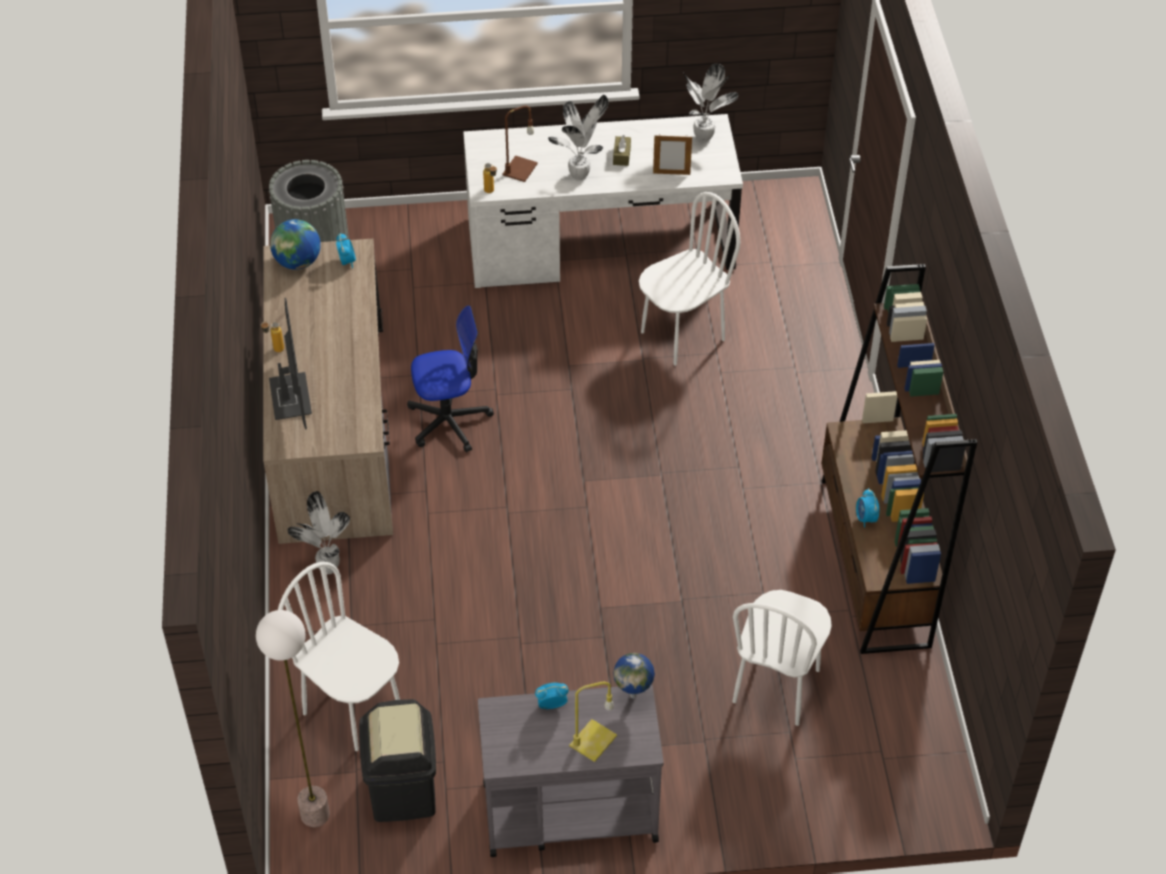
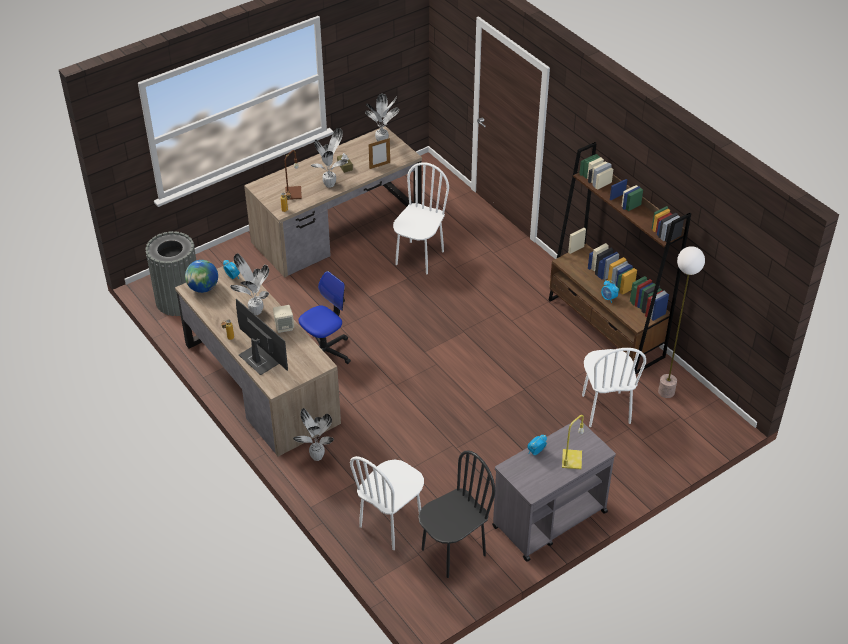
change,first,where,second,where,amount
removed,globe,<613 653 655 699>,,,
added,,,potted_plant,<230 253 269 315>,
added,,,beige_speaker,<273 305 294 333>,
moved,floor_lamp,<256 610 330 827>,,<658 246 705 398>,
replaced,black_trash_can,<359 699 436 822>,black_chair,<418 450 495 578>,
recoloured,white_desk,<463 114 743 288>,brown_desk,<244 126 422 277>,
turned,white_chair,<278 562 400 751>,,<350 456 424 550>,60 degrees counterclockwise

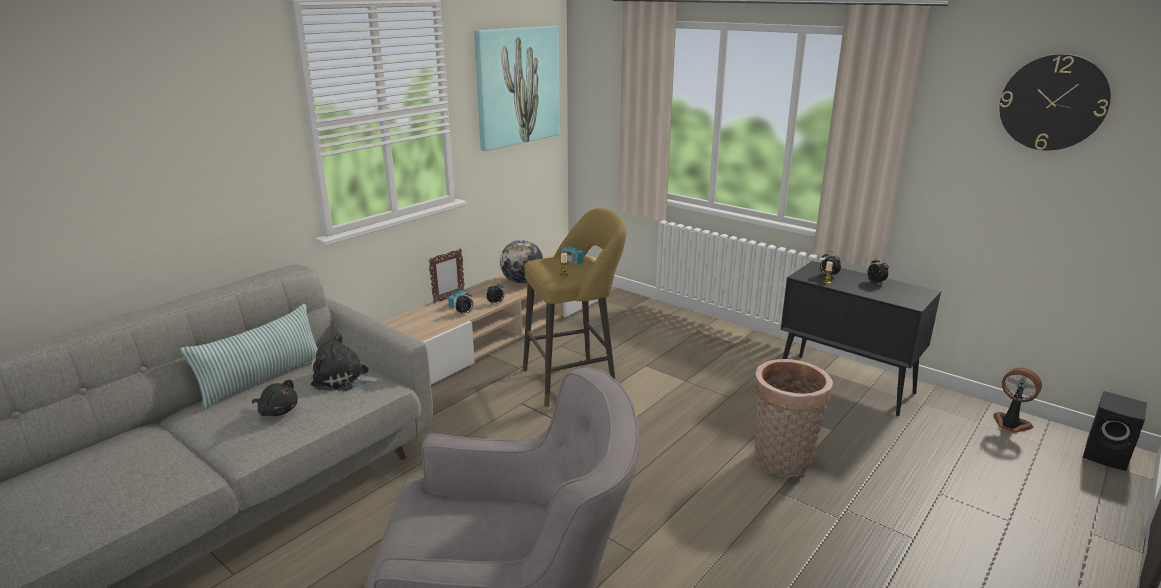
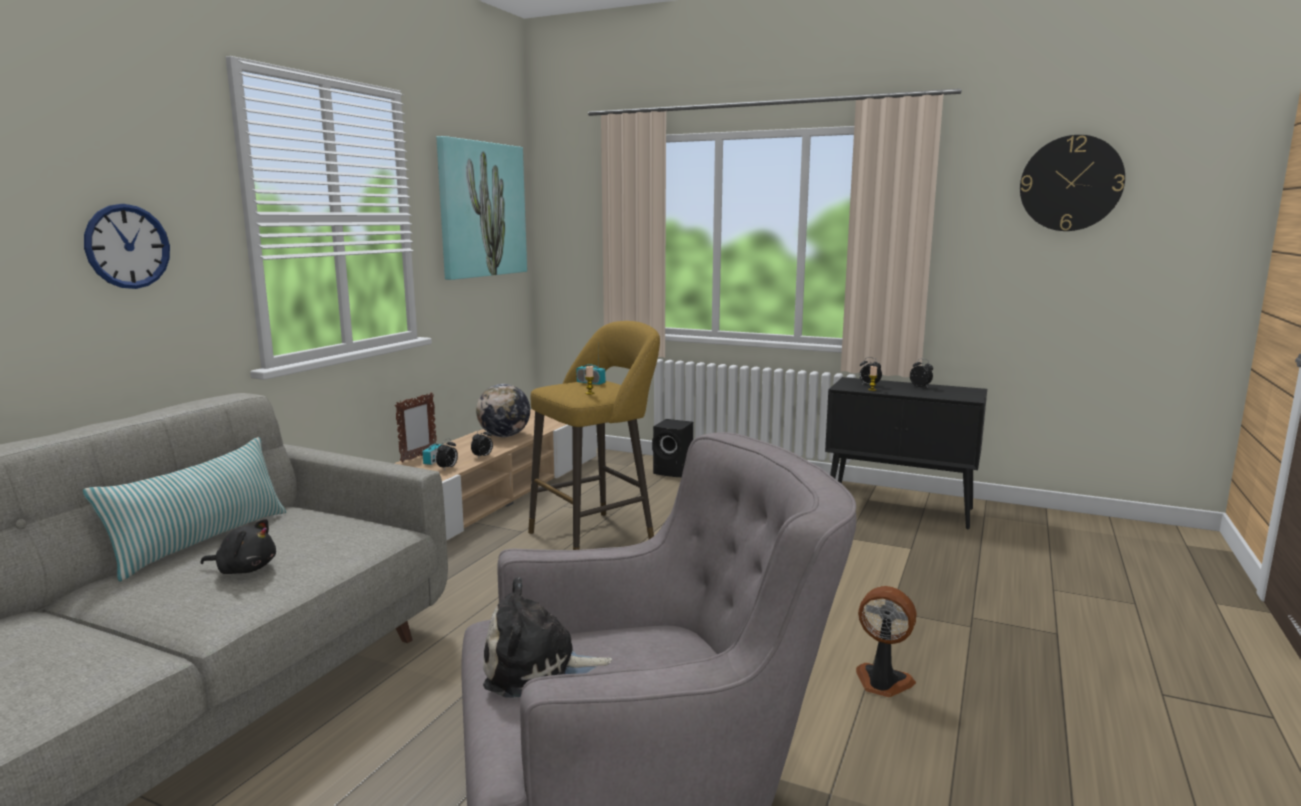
change,first,where,second,where,amount
removed,basket,<754 359 833 477>,,,
added,,,wall_clock,<84 204 170 289>,
moved,plush_toy,<311 332 382 391>,,<483 577 612 698>,
moved,fan,<993 367 1042 433>,,<856 586 917 697>,
moved,black_speaker,<1083 391 1147 471>,,<652 419 693 477>,

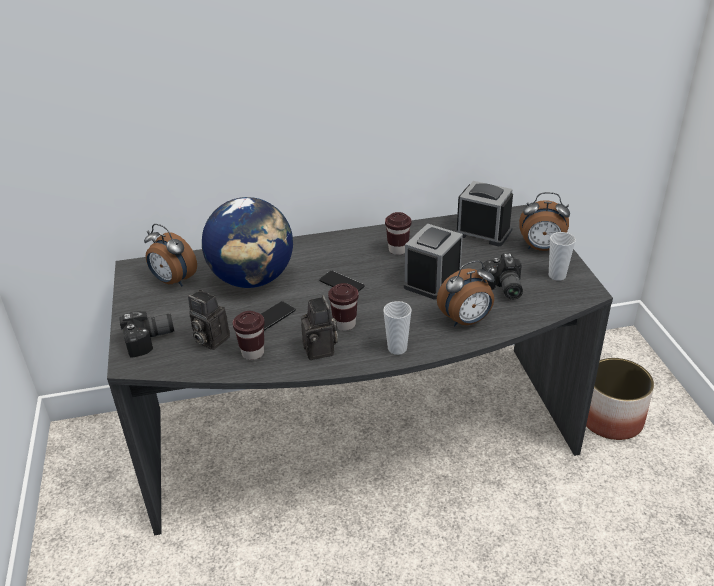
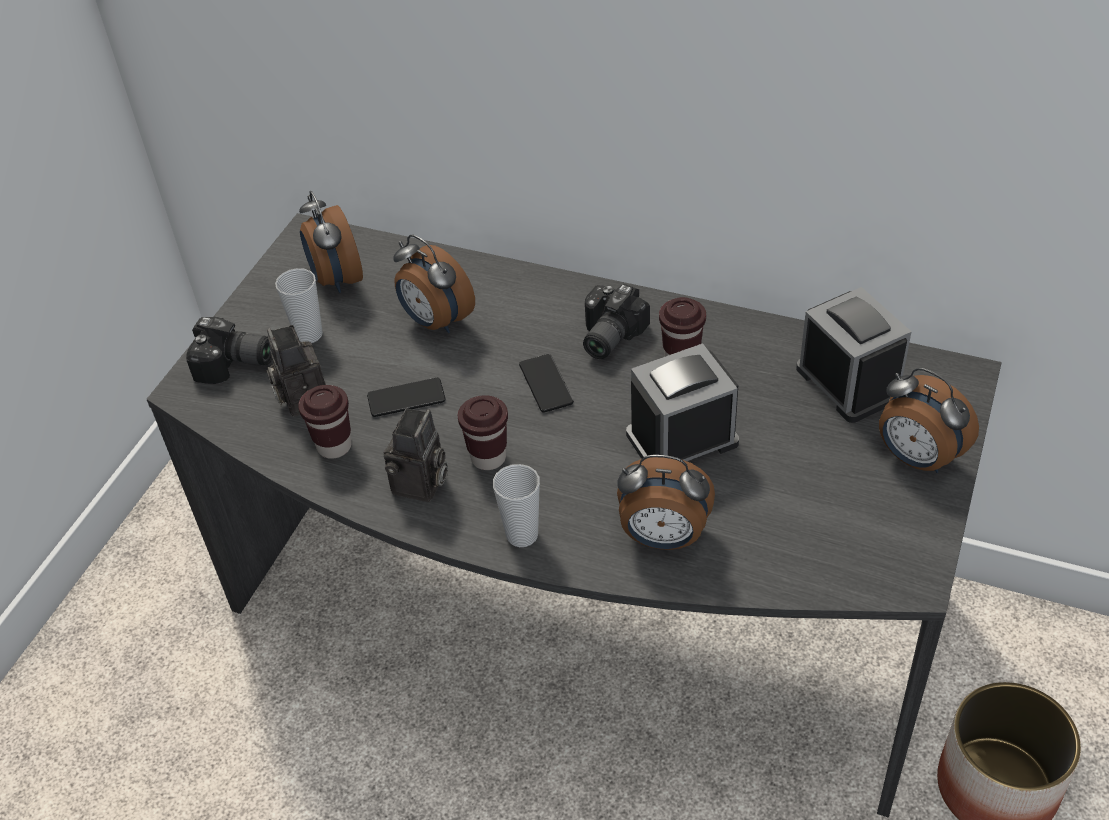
change,first,where,second,where,amount
moved,photo_camera,<482 253 523 300>,,<583 284 650 359>,
moved,cup,<549 232 576 281>,,<275 268 323 343>,
replaced,globe,<202 197 293 288>,alarm_clock,<393 235 475 333>,

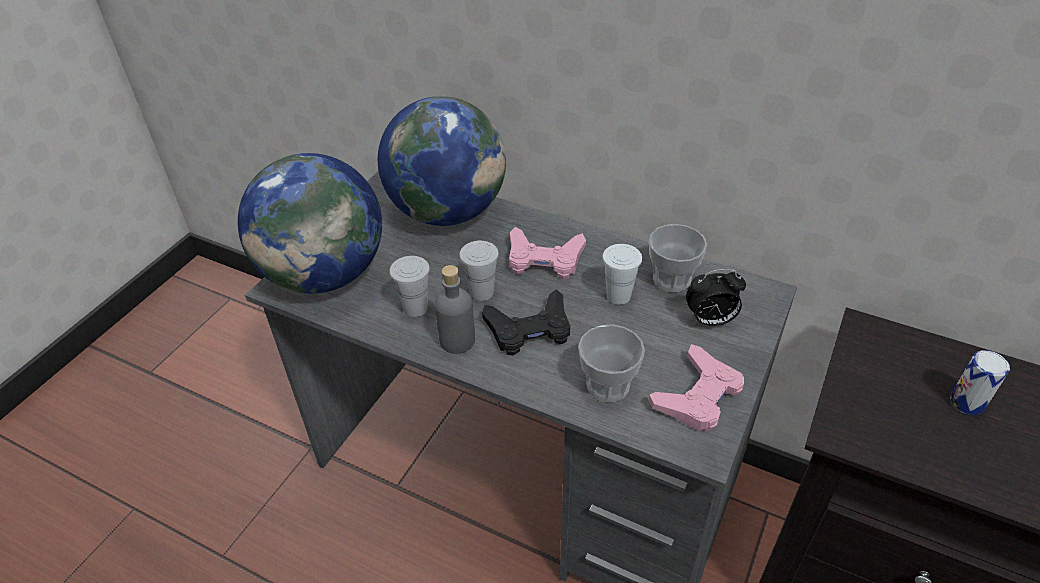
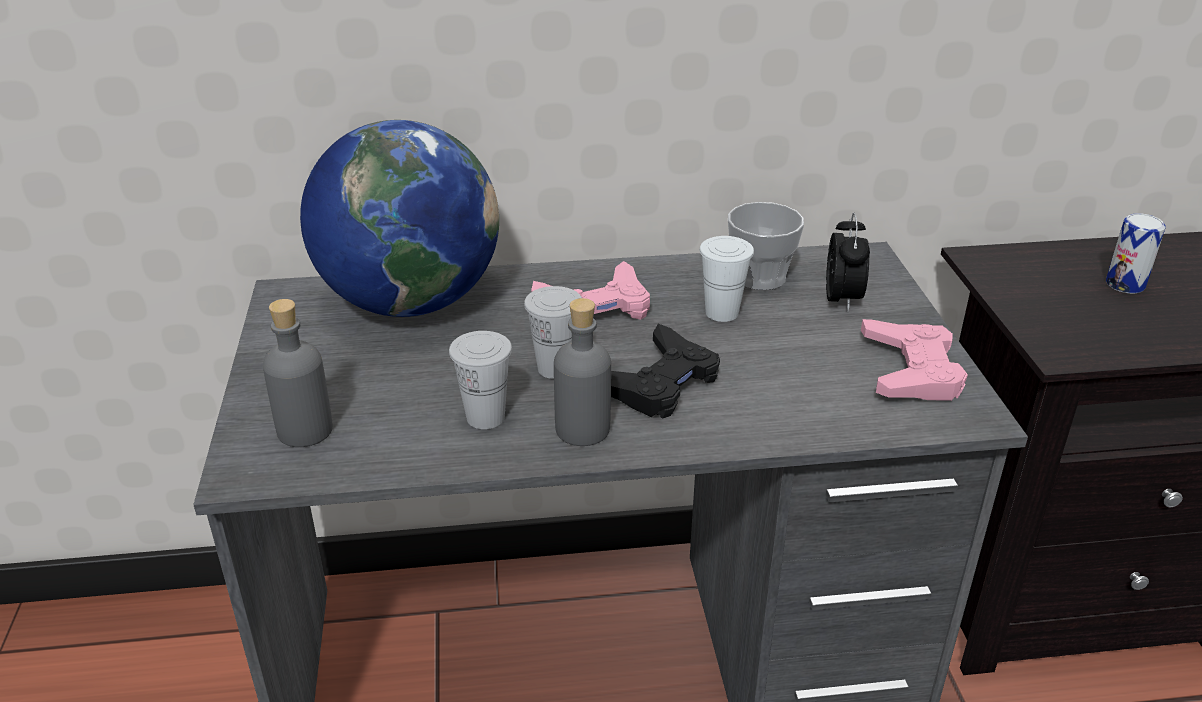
change,first,where,second,where,amount
removed,cup,<578 324 645 402>,,,
replaced,globe,<238 153 382 293>,grey_bottle,<263 299 333 447>,
turned,alarm_clock,<686 269 746 326>,,<826 212 870 312>,45 degrees counterclockwise

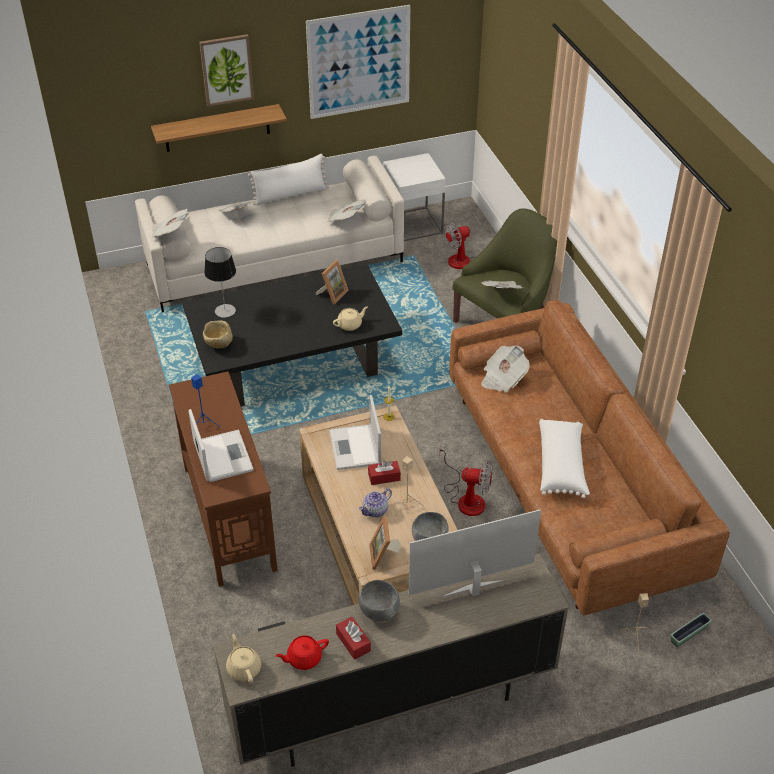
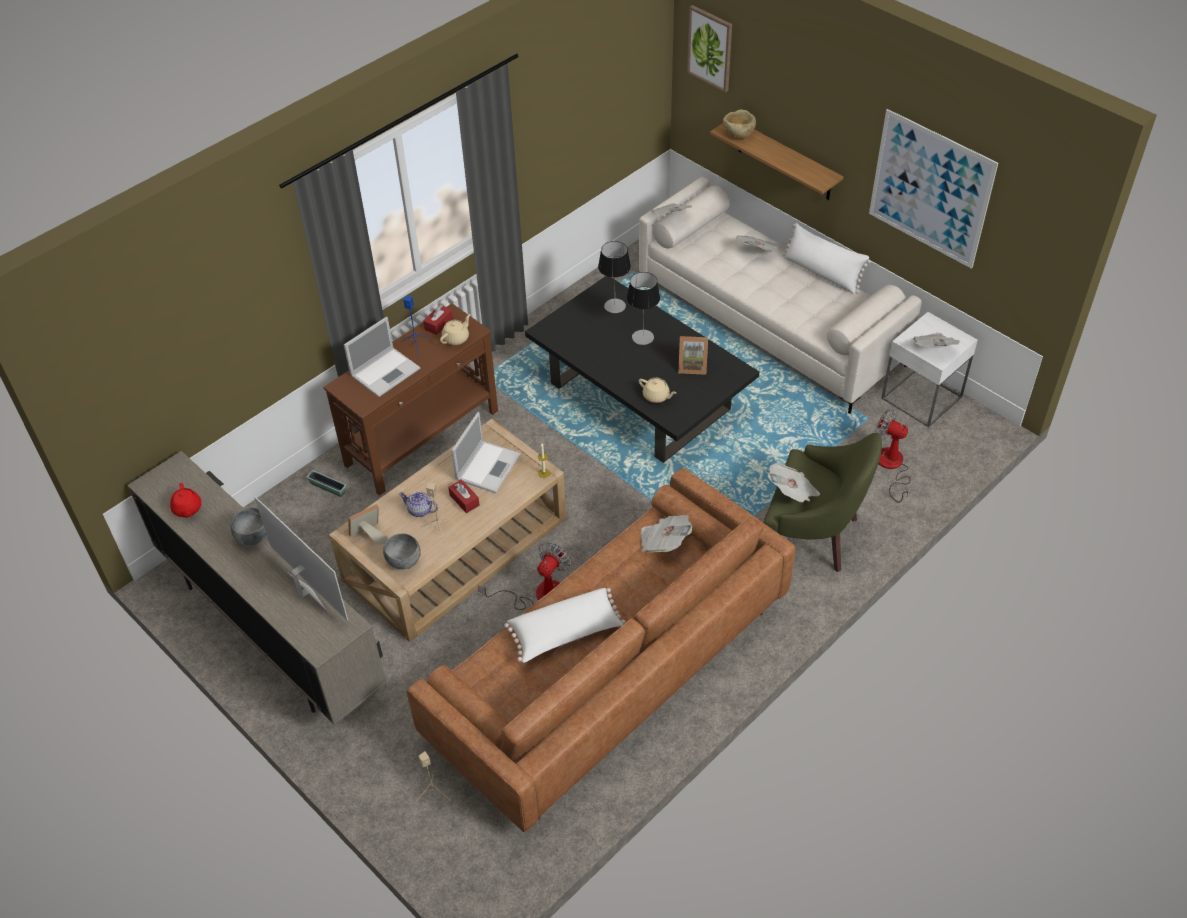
change,first,where,second,where,amount
added,,,table_lamp,<627 272 660 345>,
moved,picture,<199 34 254 107>,,<687 5 732 92>,
moved,beige_bowl,<203 320 233 349>,,<723 109 756 139>,
moved,beige_teapot,<226 634 261 683>,,<440 314 471 345>,
moved,newspaper,<327 200 365 222>,,<913 333 960 348>,
moved,red_tissue_box,<336 617 371 660>,,<423 305 453 335>,
moved,planter,<670 613 712 647>,,<307 470 346 497>,
turned,red_teapot,<275 635 329 670>,,<170 483 201 518>,150 degrees counterclockwise
turned,laptop,<329 395 381 470>,,<451 412 521 493>,150 degrees clockwise
turned,fan,<439 444 492 516>,,<478 542 571 610>,135 degrees counterclockwise

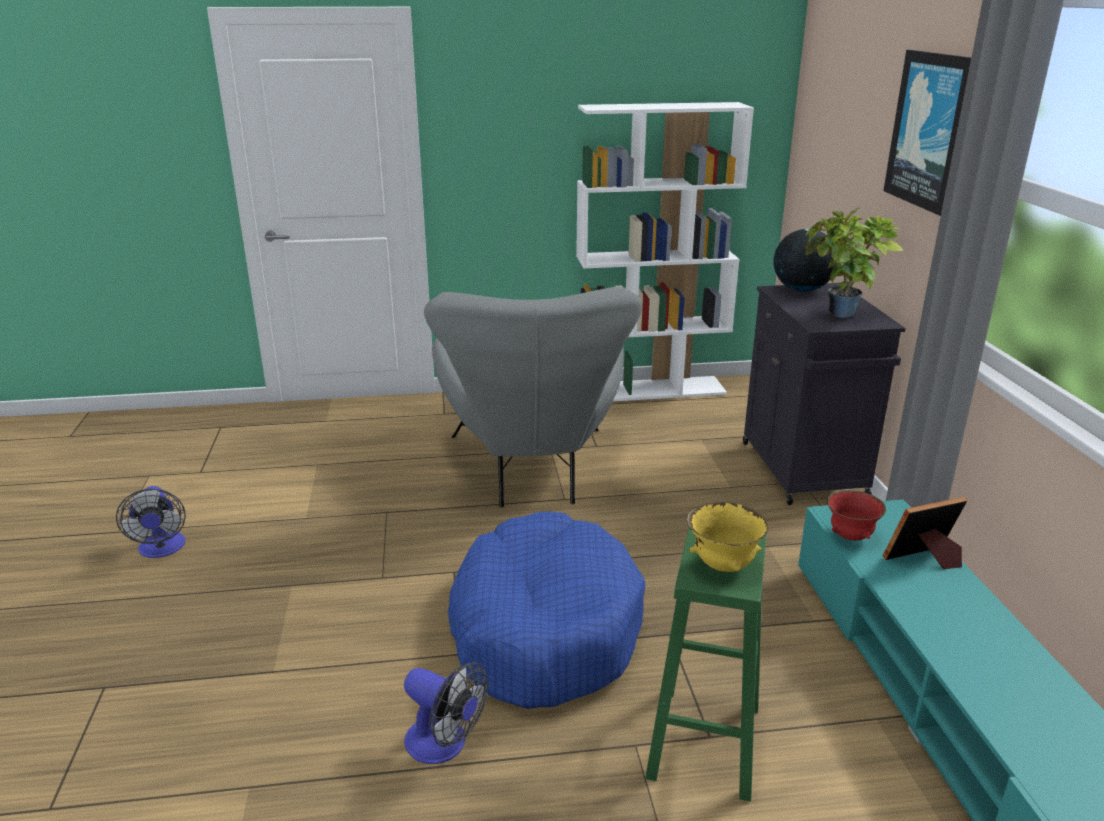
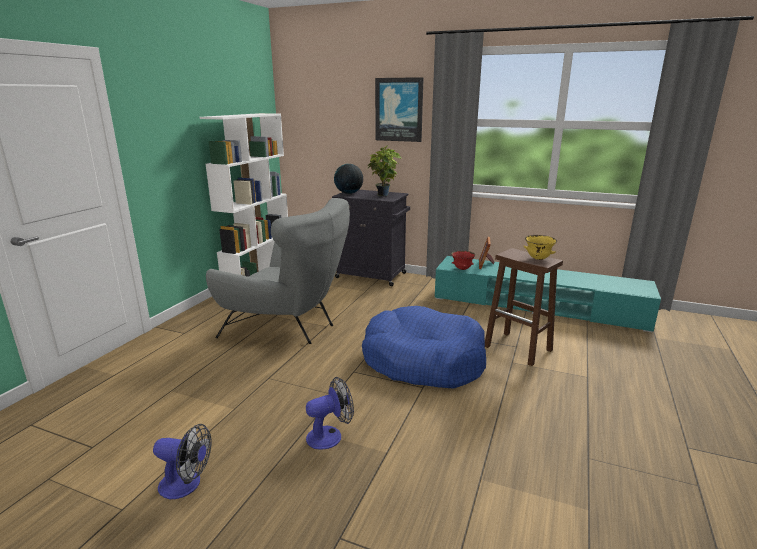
change,first,where,second,where,amount
moved,fan,<404 662 488 764>,,<306 377 354 450>,
recoloured,green_stool,<645 528 767 802>,brown_stool,<485 248 563 366>,

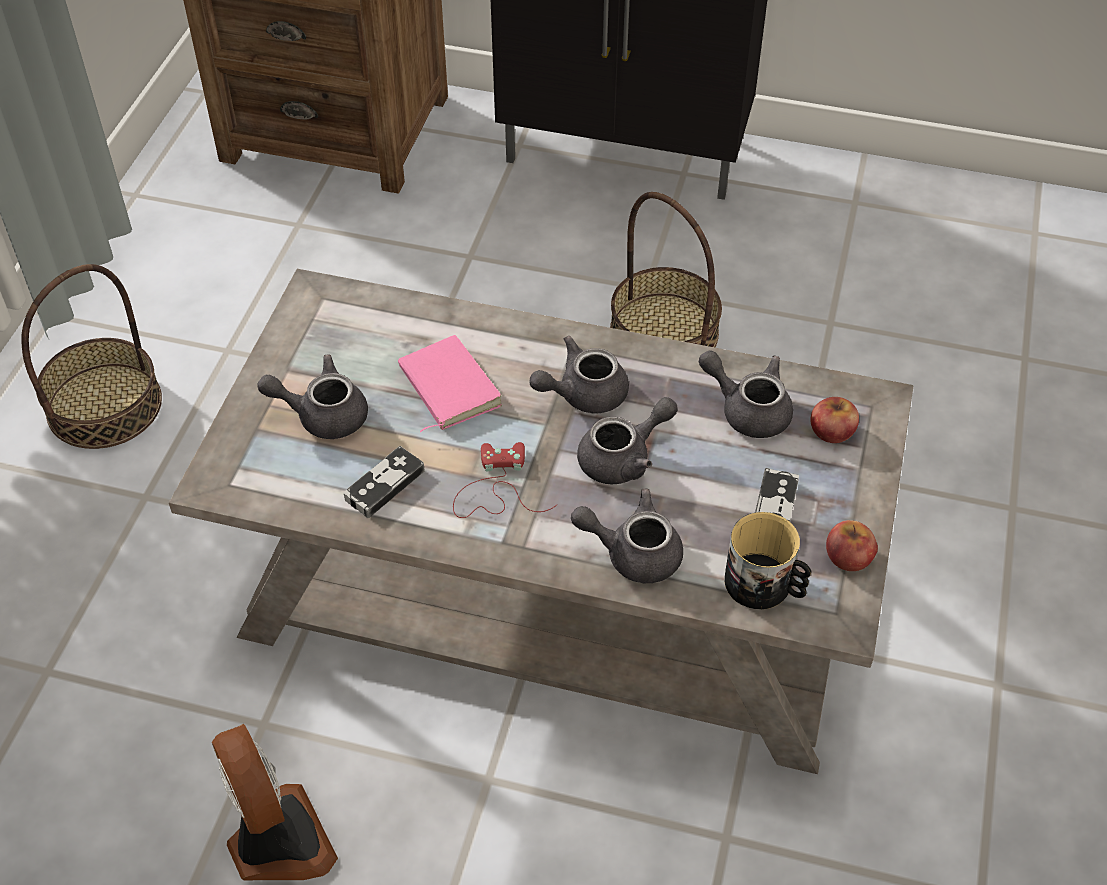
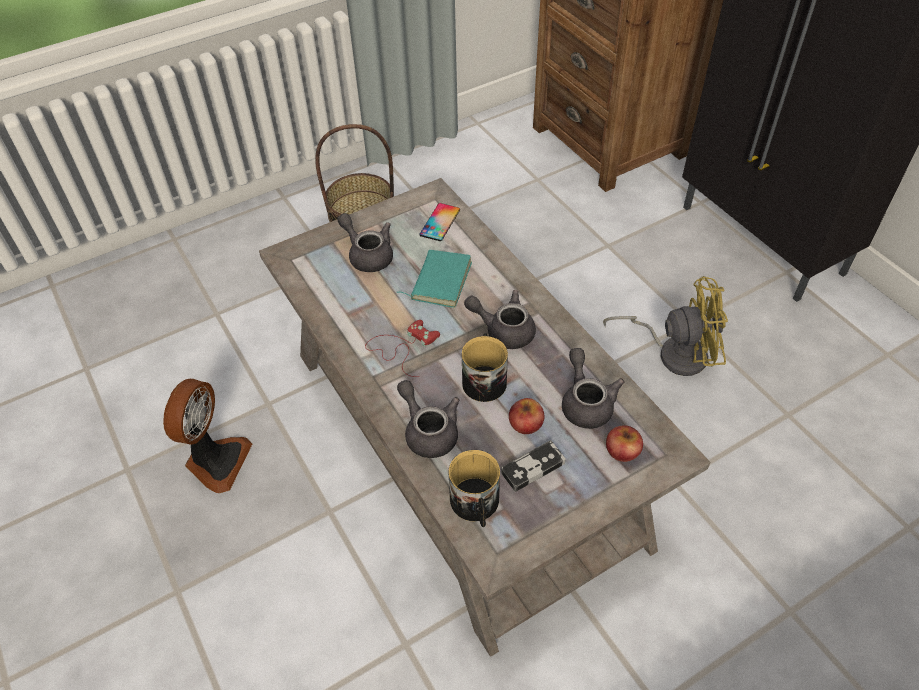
change,first,where,second,where,amount
removed,game_controller,<344 446 425 518>,,,
added,,,phone,<419 203 460 241>,
moved,apple,<826 520 878 571>,,<509 398 544 434>,
replaced,grey_teapot,<577 397 678 484>,mug,<462 333 508 402>,
replaced,basket,<610 192 722 347>,yellow_fan,<603 276 728 376>,
recoloured,pink_book,<398 335 502 432>,turquoise_book,<397 250 472 308>,

